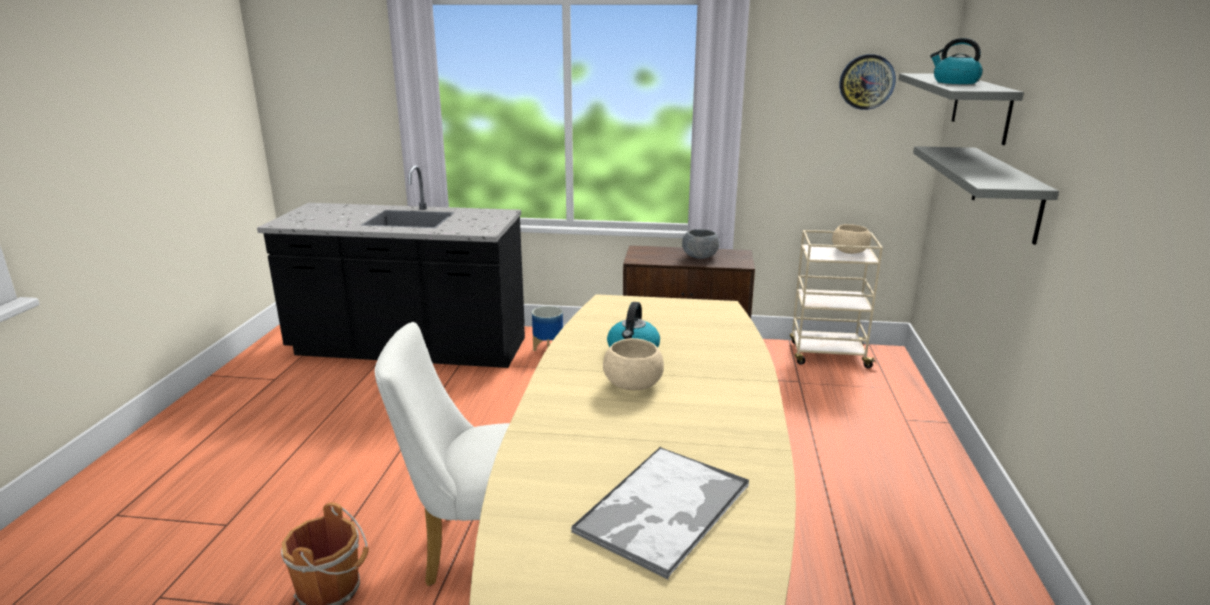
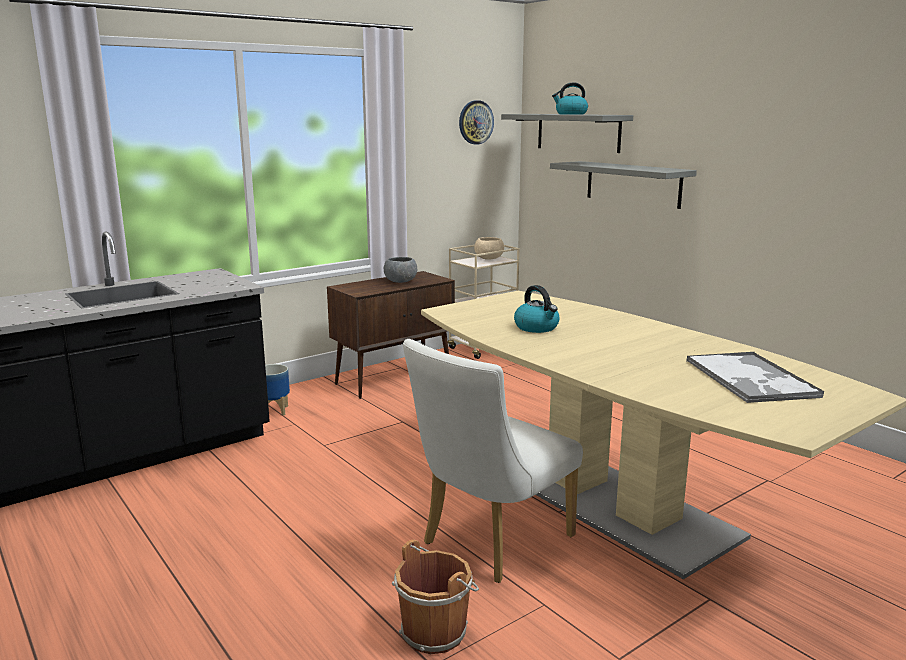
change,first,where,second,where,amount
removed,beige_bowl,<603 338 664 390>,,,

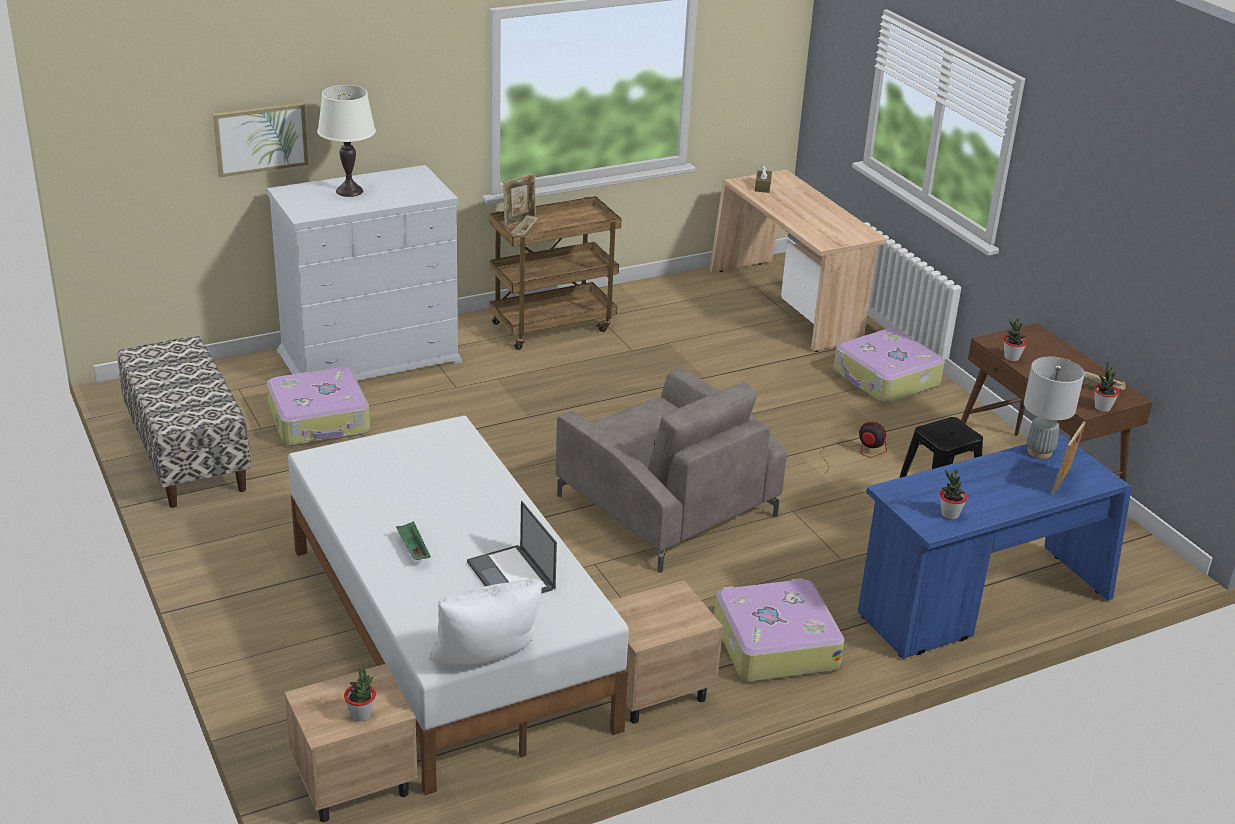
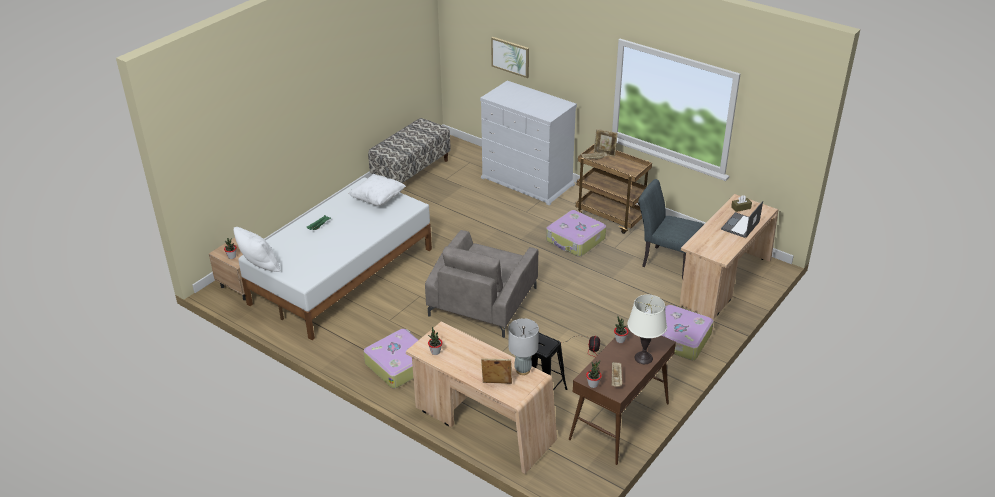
change,first,where,second,where,amount
removed,beige_nightstand,<609 580 723 724>,,,
added,,,white_pillow,<349 174 406 206>,
added,,,grey_chair,<639 179 704 280>,
moved,suitcase,<267 367 370 446>,,<546 210 606 256>,
moved,white_table_lamp,<317 85 376 197>,,<627 295 667 364>,
moved,laptop,<467 501 557 594>,,<721 201 763 238>,
recoloured,blue_desk,<858 435 1131 659>,beige_desk,<406 321 557 474>,

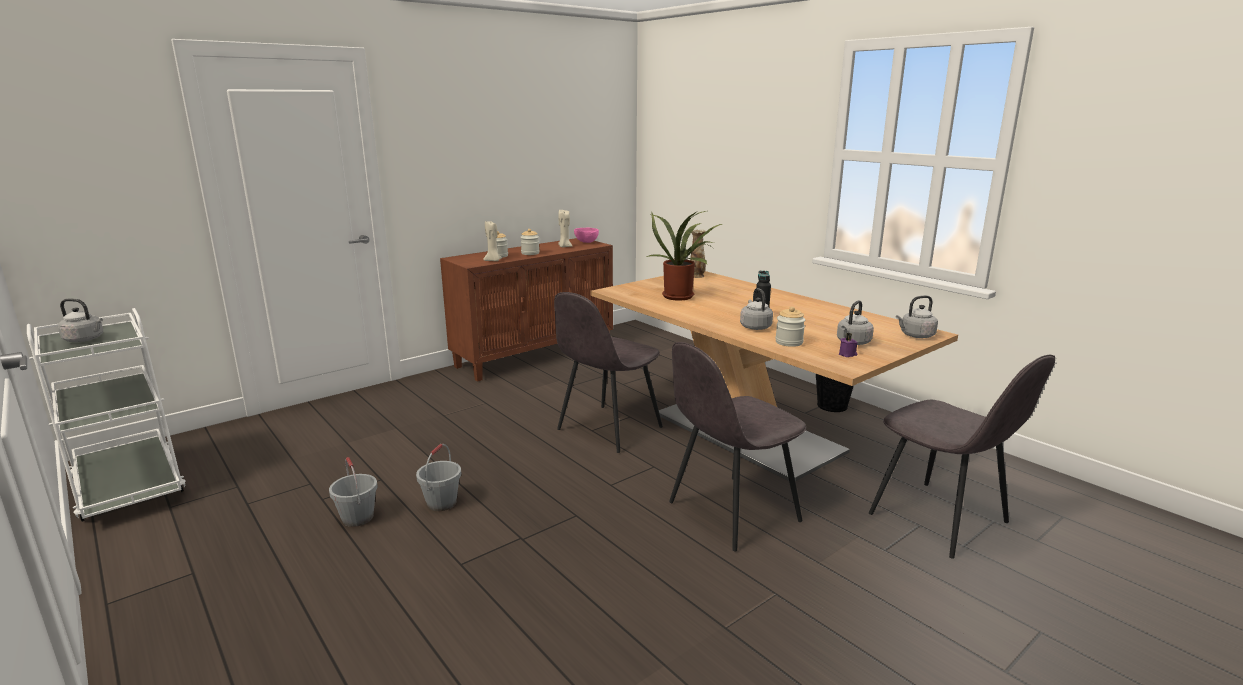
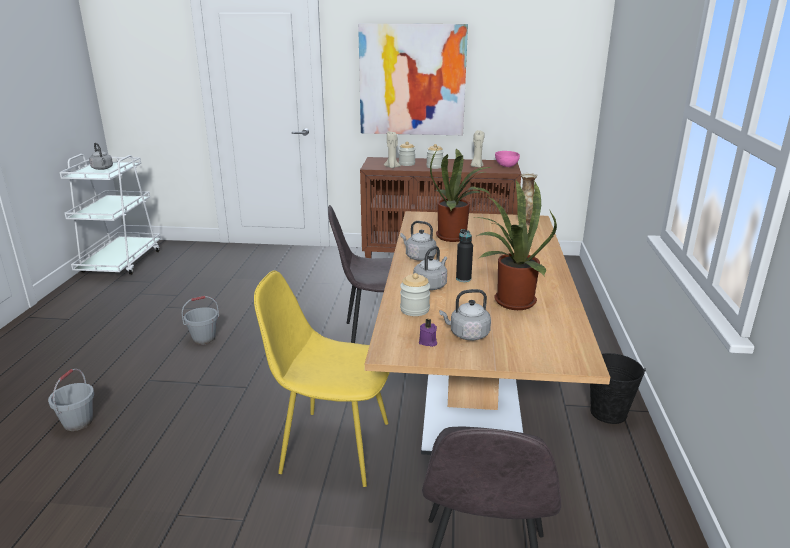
change,first,where,second,where,amount
added,,,picture,<358 24 468 135>,
added,,,potted_plant,<475 180 557 310>,
moved,grey_bucket,<329 457 378 527>,,<48 369 94 431>,
moved,grey_kettle,<896 295 938 338>,,<400 221 436 261>,
recoloured,grey_chair,<669 342 806 551>,yellow_chair,<254 270 390 487>,

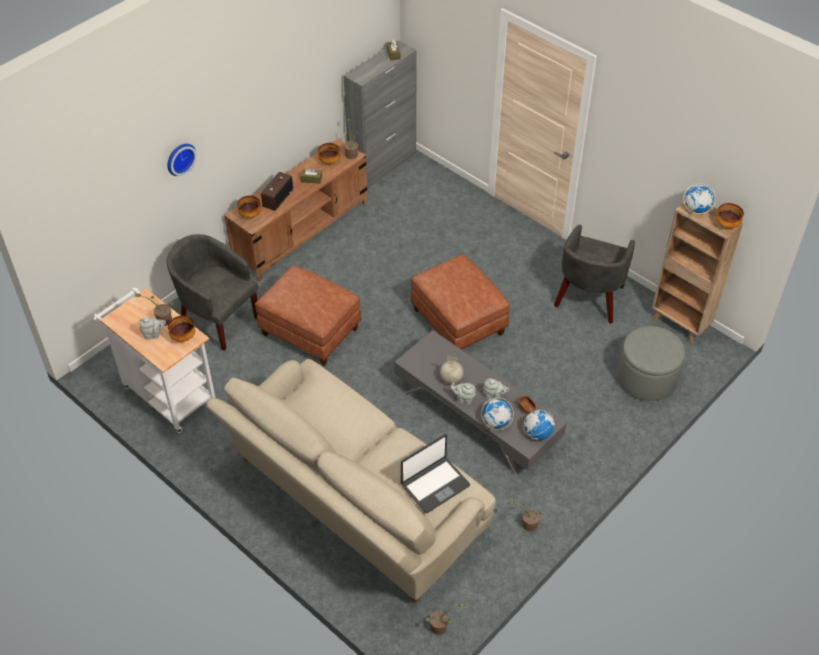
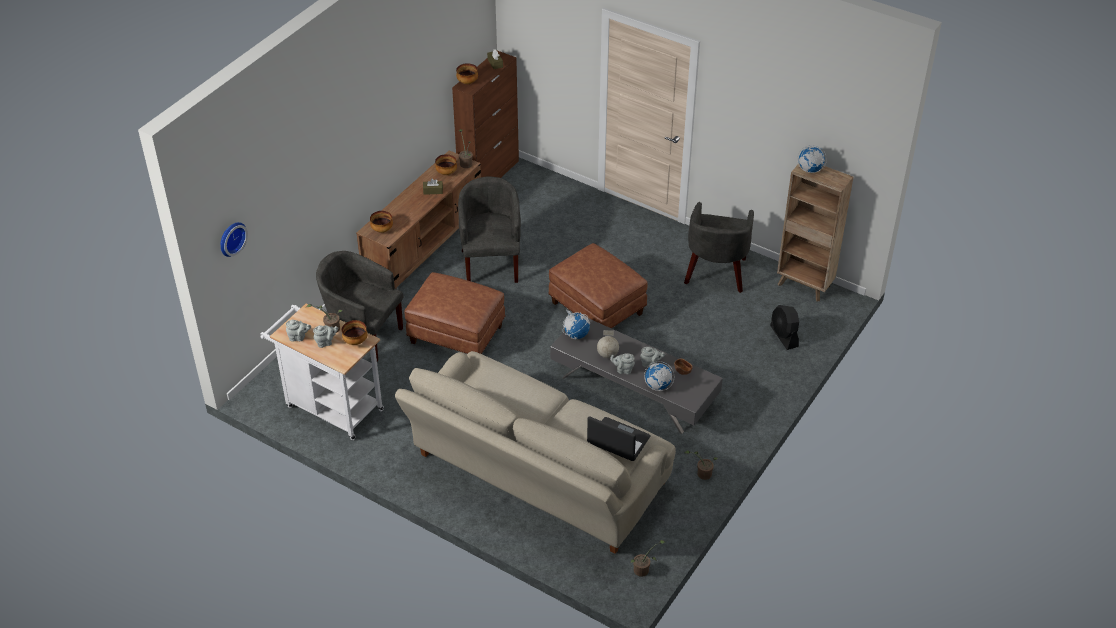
change,first,where,second,where,amount
removed,radio,<261 172 293 211>,,,
added,,,grey_teapot,<286 320 311 342>,
added,,,grey_armchair,<458 176 521 283>,
moved,wall_clock,<167 144 197 176>,,<221 222 248 257>,
moved,globe,<523 408 555 440>,,<563 310 590 340>,
moved,bowl,<716 203 744 229>,,<456 63 478 84>,
replaced,grey_ottoman,<617 326 685 401>,black_fan,<770 305 799 350>,
recoloured,grey_cabinet,<343 40 417 189>,brown_cabinet,<452 50 519 178>,
turned,laptop,<401 434 470 513>,,<587 416 650 461>,105 degrees counterclockwise

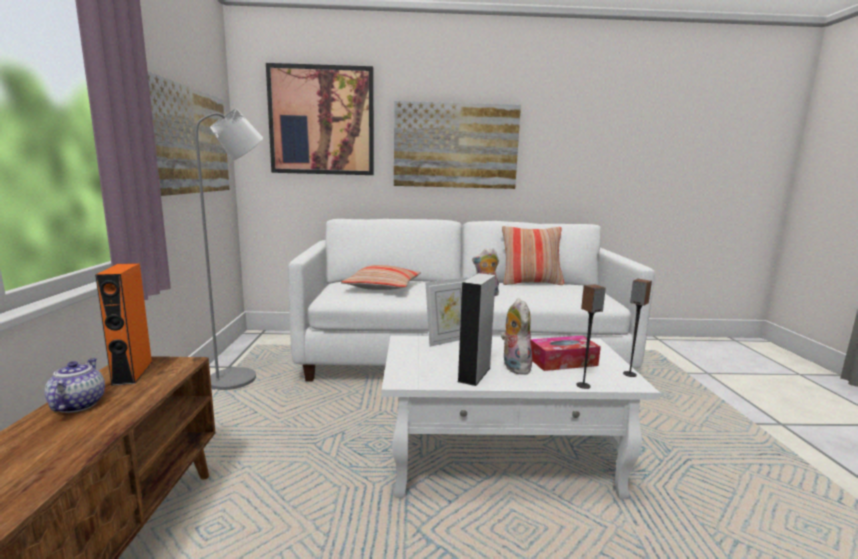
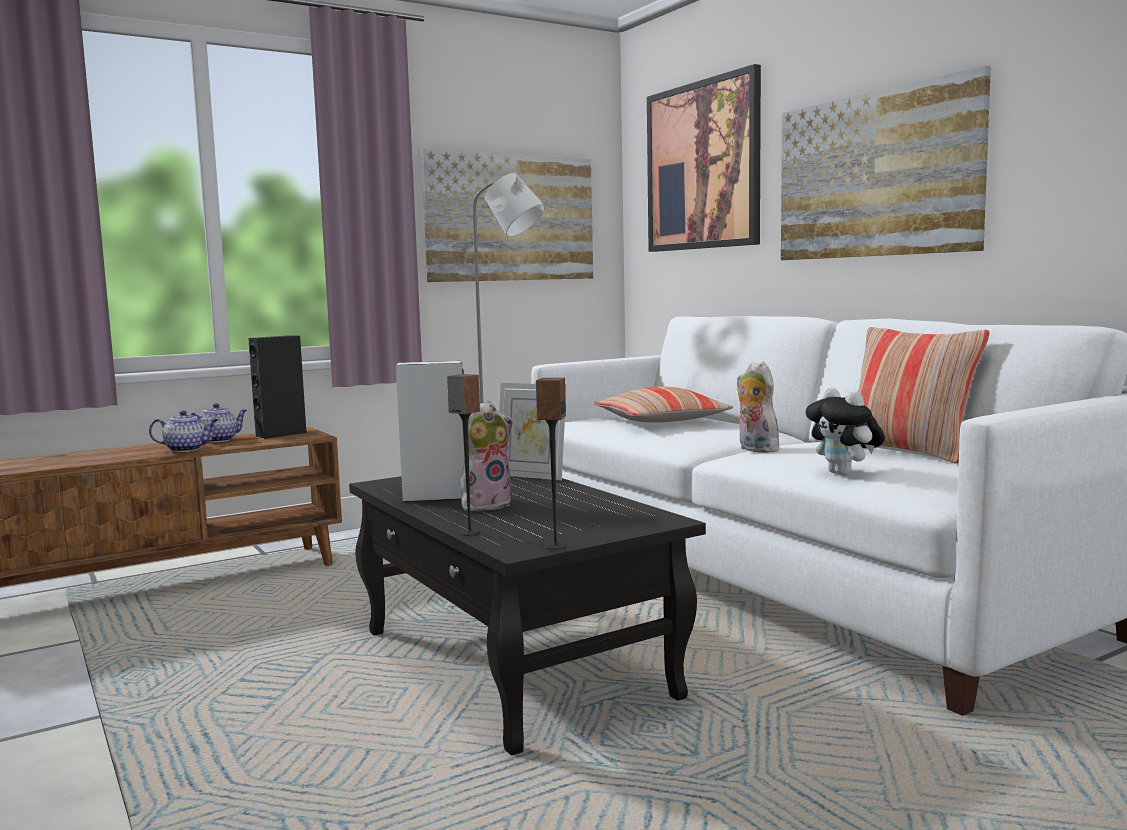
change,first,where,second,where,amount
removed,tissue_box,<530 336 601 371>,,,
added,,,teapot,<149 410 219 452>,
added,,,plush_toy,<805 388 885 475>,
recoloured,orange_speaker,<95 263 152 386>,black_speaker,<248 335 307 439>,
recoloured,white_coffee_table,<382 335 660 499>,black_coffee_table,<349 476 706 755>,

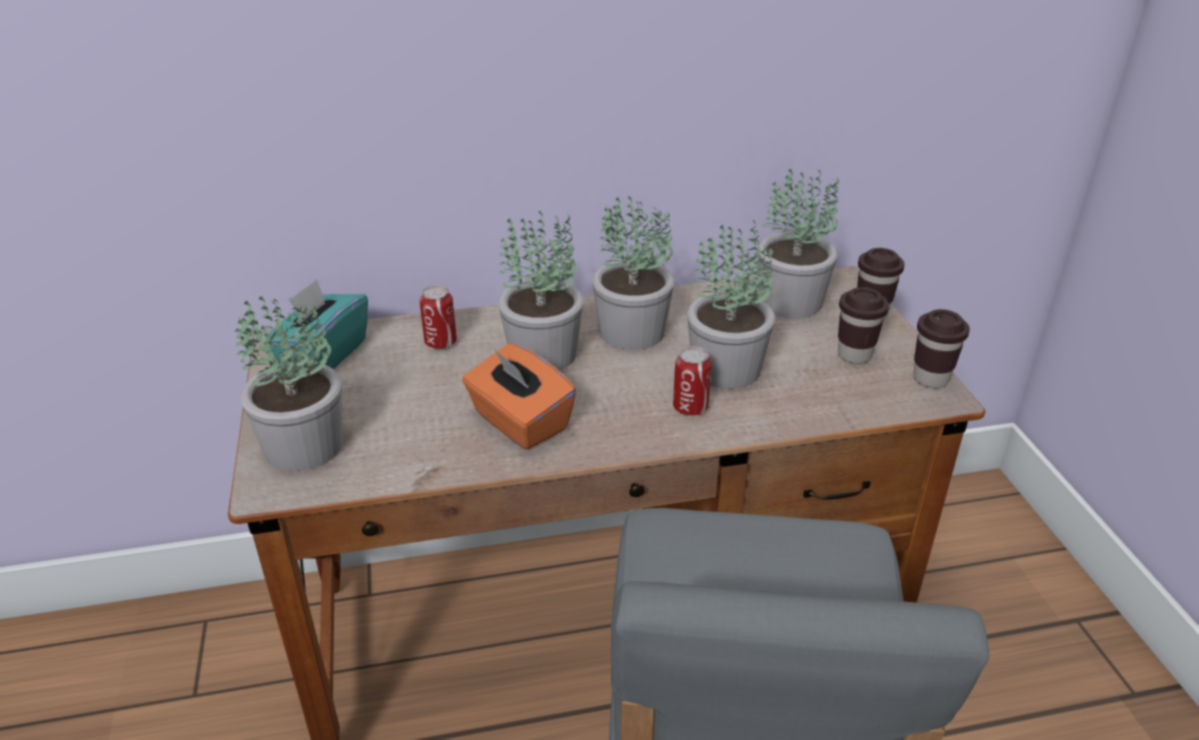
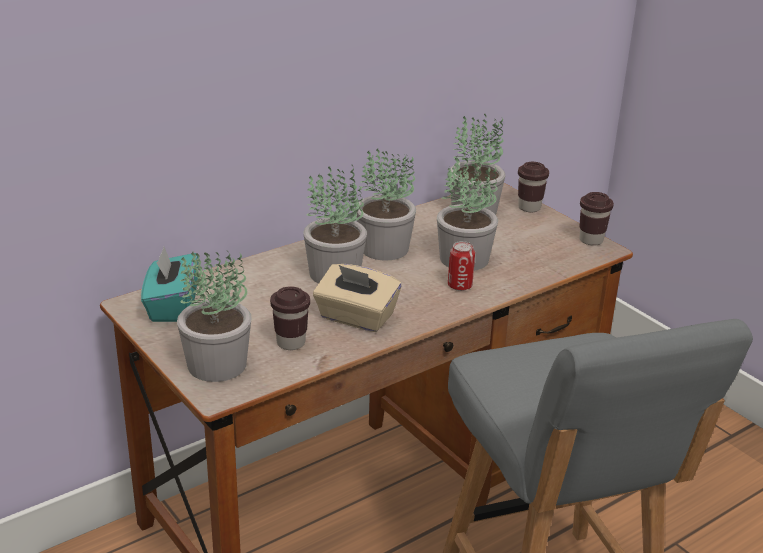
change,first,where,second,where,amount
removed,can,<420 285 457 349>,,,
moved,brown_cup,<838 287 889 364>,,<270 286 310 350>,
recoloured,orange_tissue_box,<462 344 576 450>,beige_tissue_box,<313 264 401 332>,

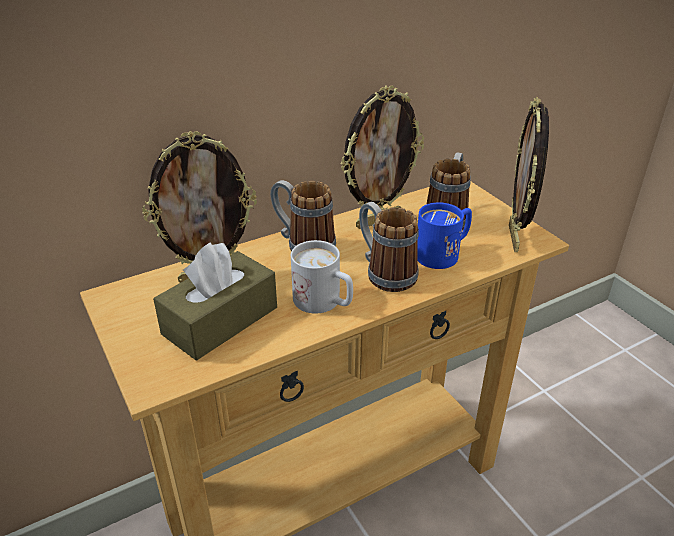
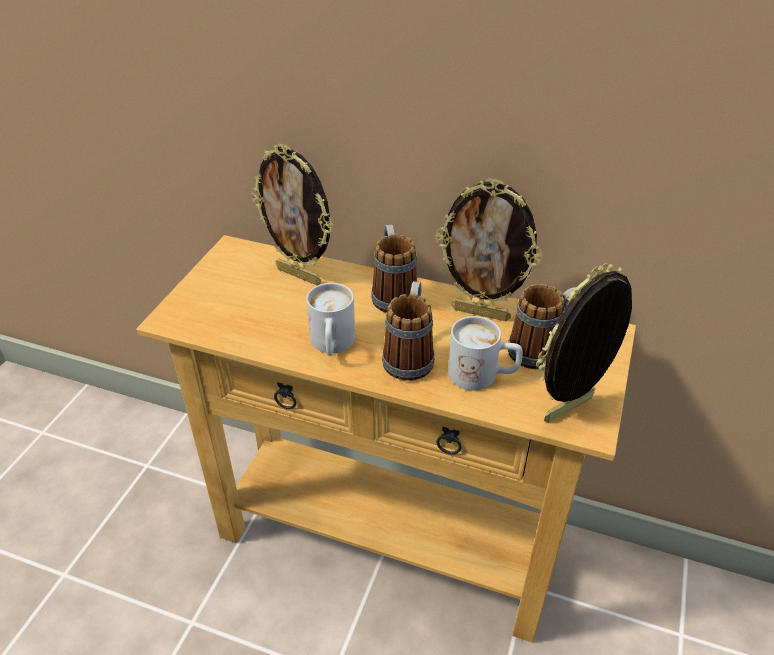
change,first,where,second,where,amount
removed,brown_tissue_box,<153 243 277 360>,,,
recoloured,blue_mug,<417 202 472 269>,white_mug,<448 316 523 390>,

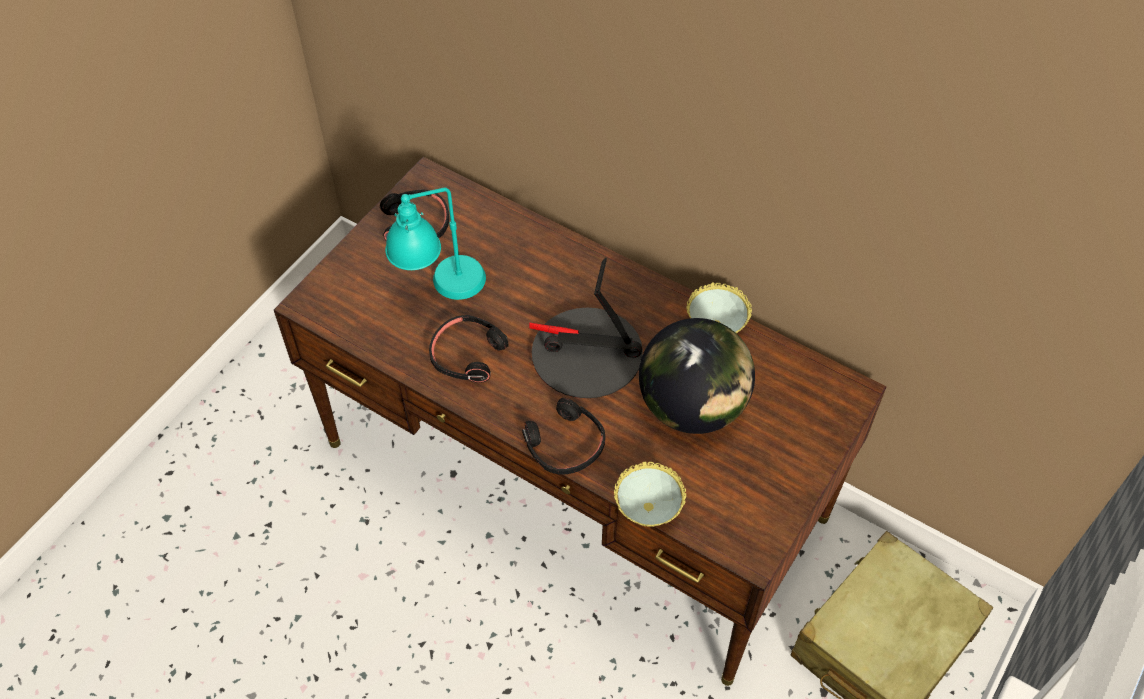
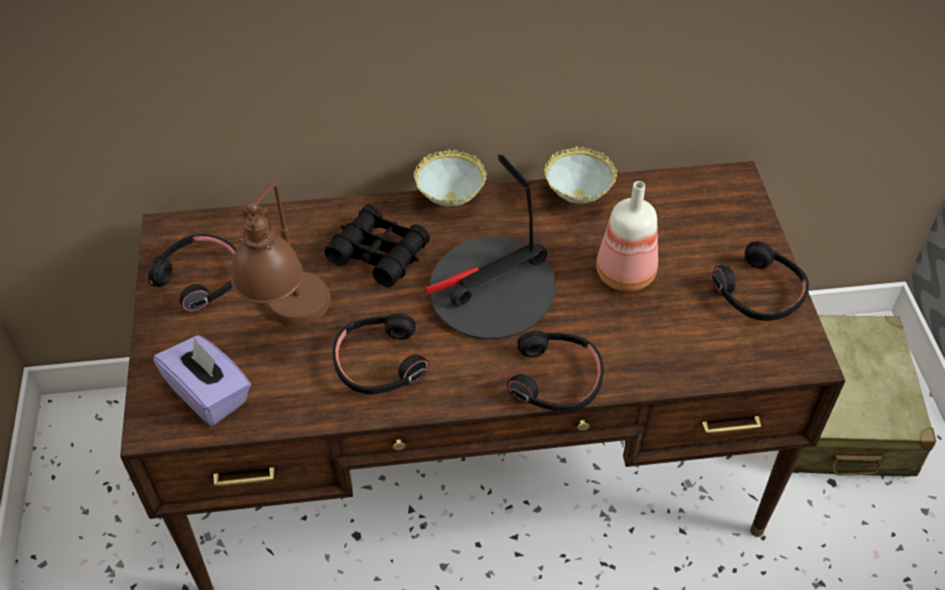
change,first,where,second,where,amount
added,,,purple_tissue_box,<153 335 251 426>,
added,,,black_binoculars,<325 205 430 287>,
added,,,black_headphones,<712 241 809 321>,
moved,bowl,<614 462 686 527>,,<414 149 487 206>,
replaced,globe,<639 318 755 434>,bottle,<596 181 658 291>,
recoloured,turquoise_table_lamp,<385 188 486 300>,brown_table_lamp,<231 182 331 326>,

